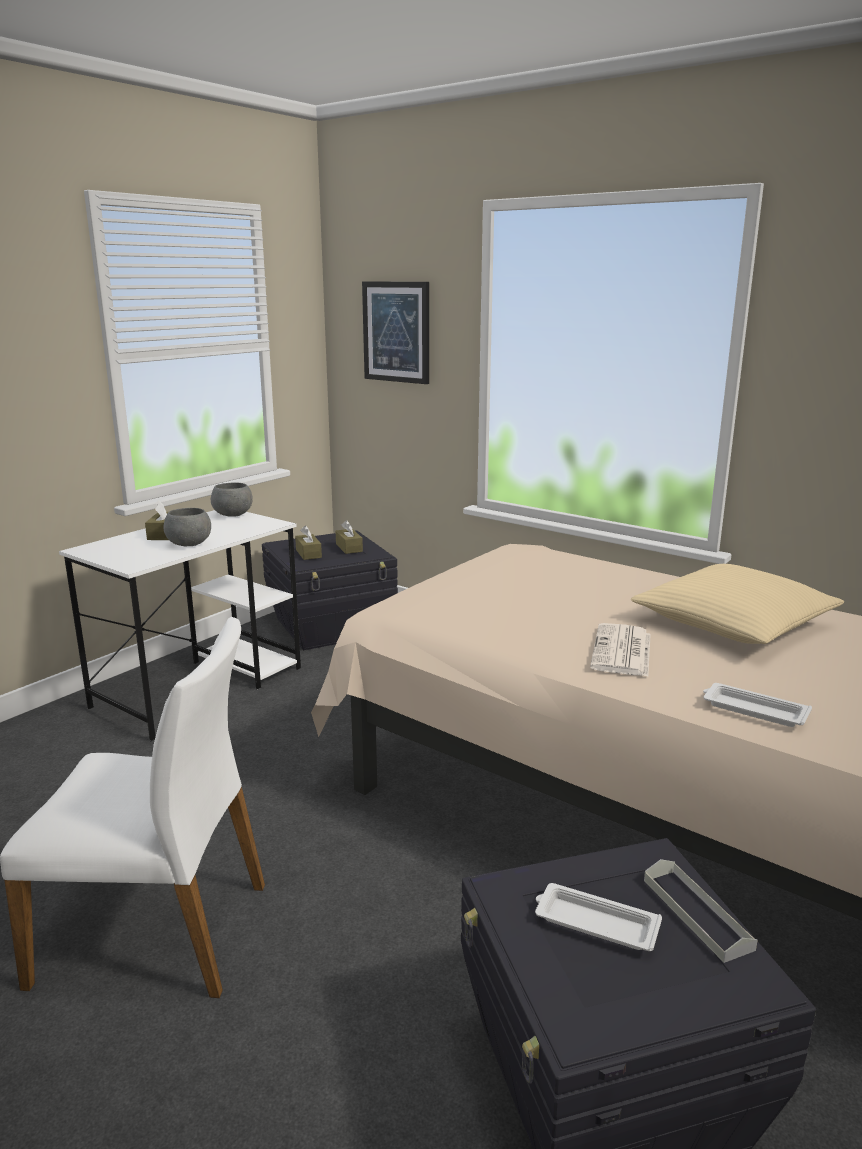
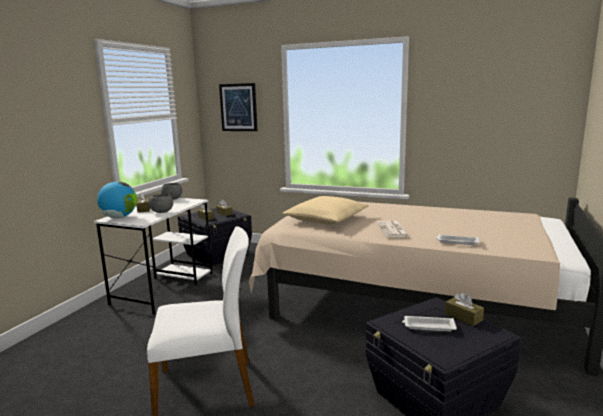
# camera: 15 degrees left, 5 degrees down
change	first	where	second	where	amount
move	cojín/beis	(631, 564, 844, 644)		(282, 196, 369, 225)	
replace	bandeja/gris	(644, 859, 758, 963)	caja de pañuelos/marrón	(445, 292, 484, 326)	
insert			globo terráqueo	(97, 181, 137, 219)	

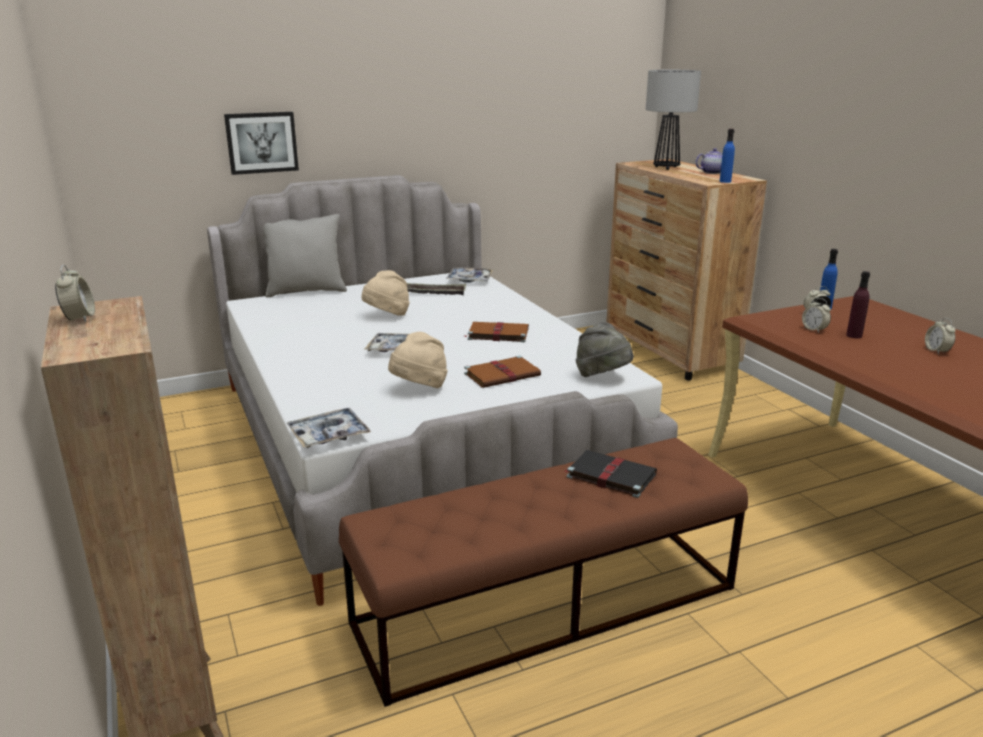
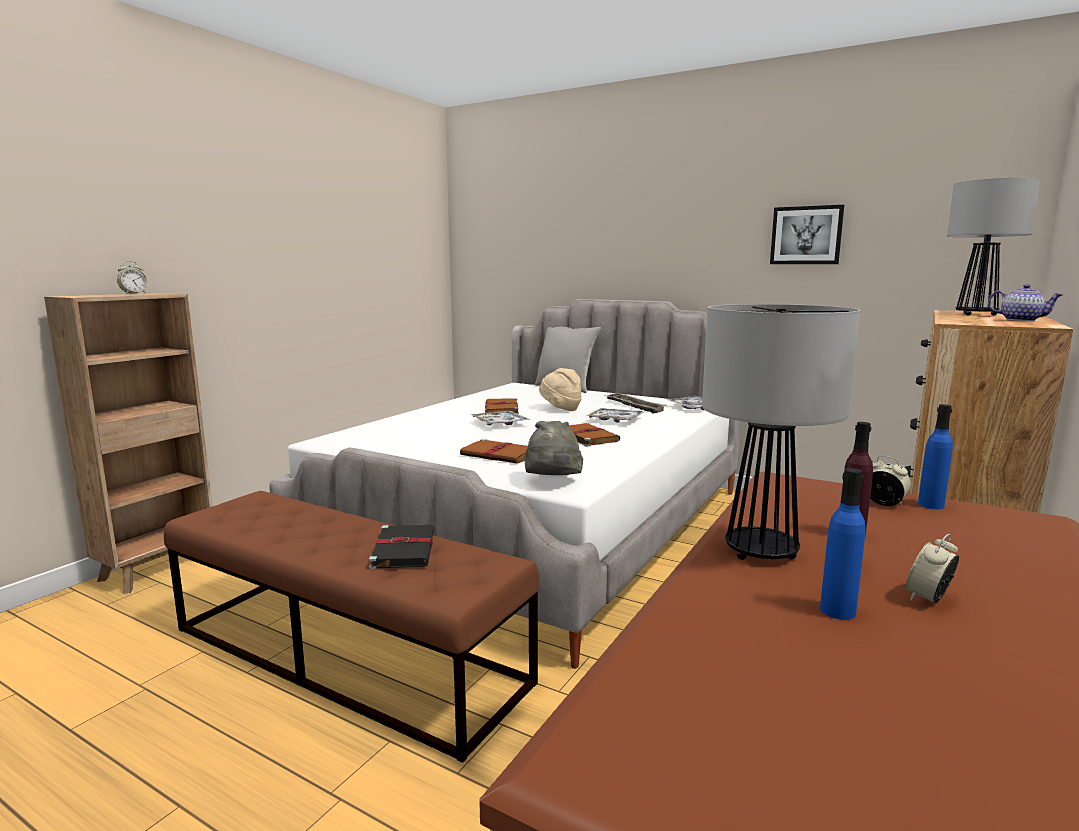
# camera: 55 degrees right, 10 degrees down
change	first	where	second	where	amount
move	cuadro	(224, 112, 299, 175)		(770, 205, 844, 264)	
move	bandeja	(287, 408, 371, 448)		(586, 408, 644, 423)	
delete	sombrero/beis	(388, 332, 448, 388)			
move	botella/azul	(720, 129, 735, 183)		(820, 468, 865, 620)	
delete	despertador	(802, 298, 831, 333)			
insert			libro/marrón	(485, 398, 519, 414)	
insert			lámpara de mesa	(702, 304, 860, 560)	

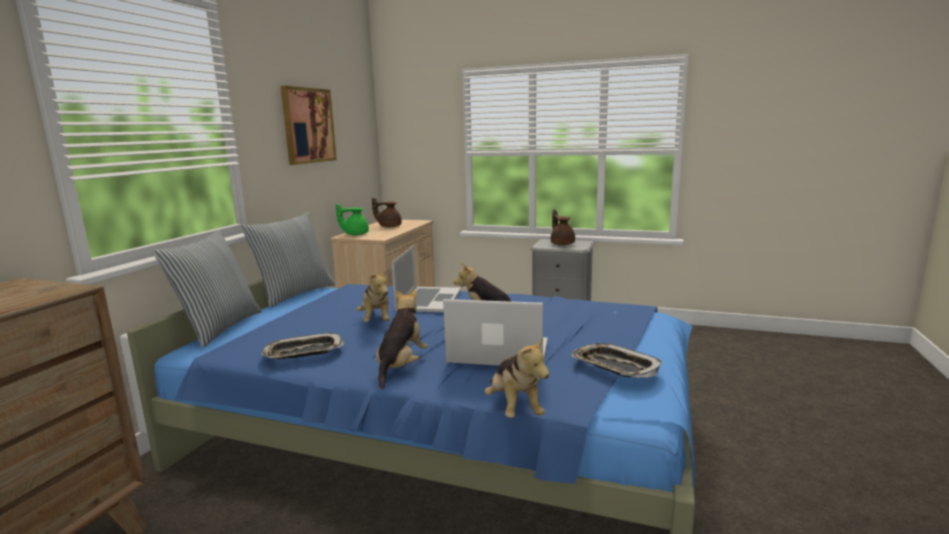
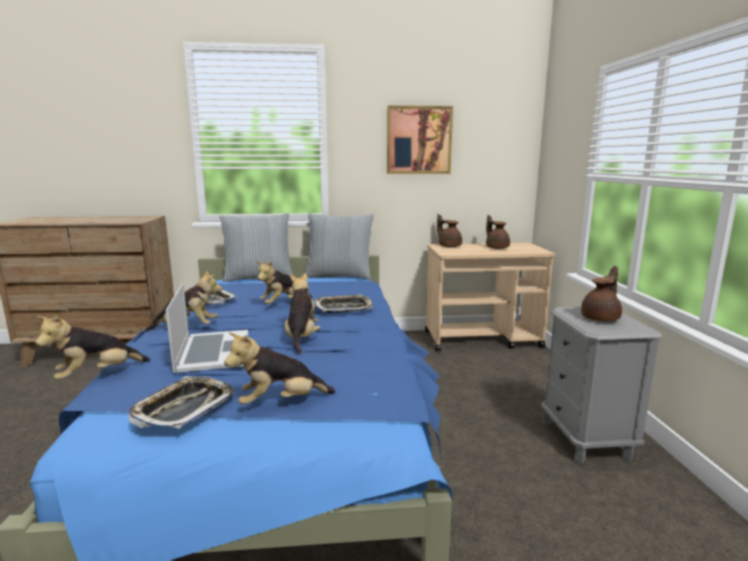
# camera: 65 degrees right, 0 degrees up
change	first	where	second	where	amount
recolor	tetera/verde	(336, 204, 369, 235)	tetera/marrón	(437, 214, 462, 247)	
replace	portátil	(392, 245, 461, 312)	bandeja	(314, 294, 373, 313)	
insert			peluche	(224, 332, 335, 405)	

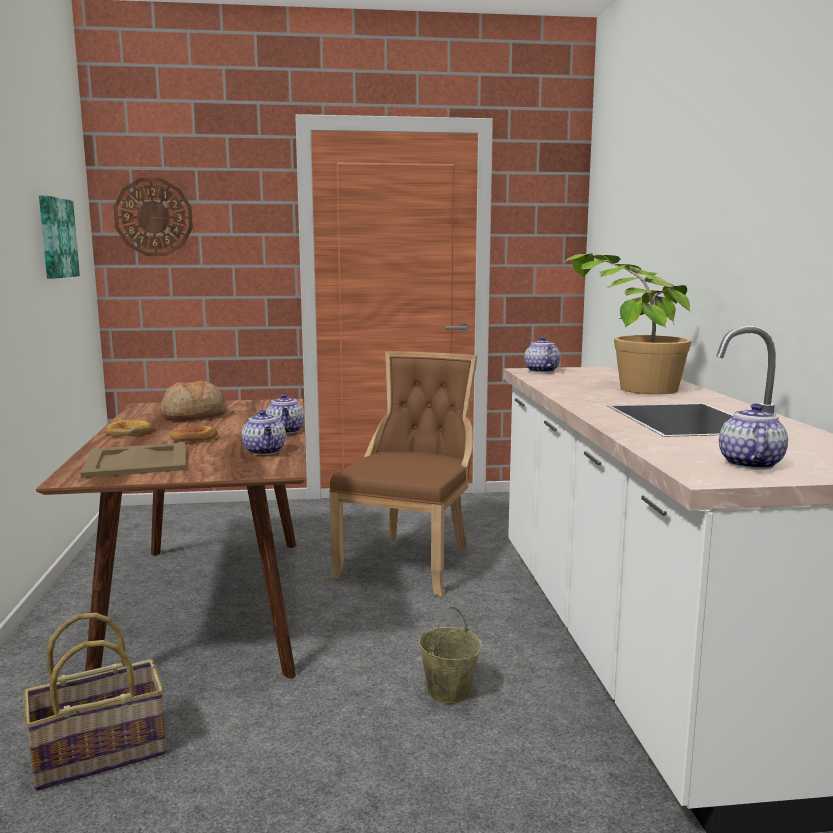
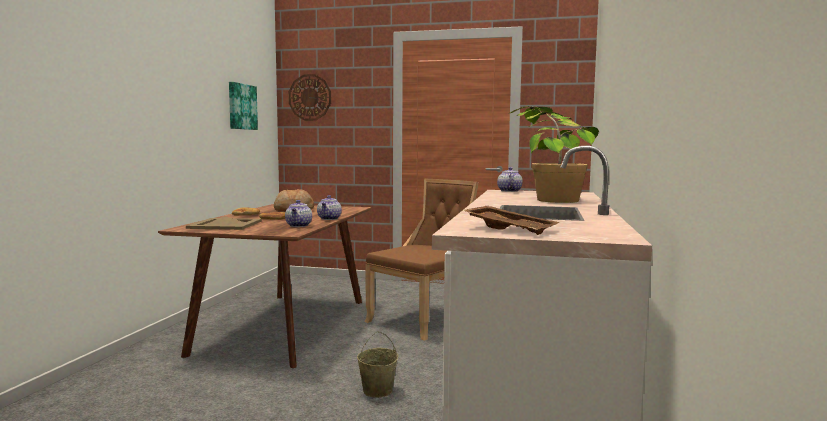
# camera: 20 degrees right, 5 degrees down
change	first	where	second	where	amount
delete	cesta	(23, 613, 167, 791)			
replace	tetera	(719, 403, 788, 470)	bandeja/marrón	(462, 206, 560, 235)	

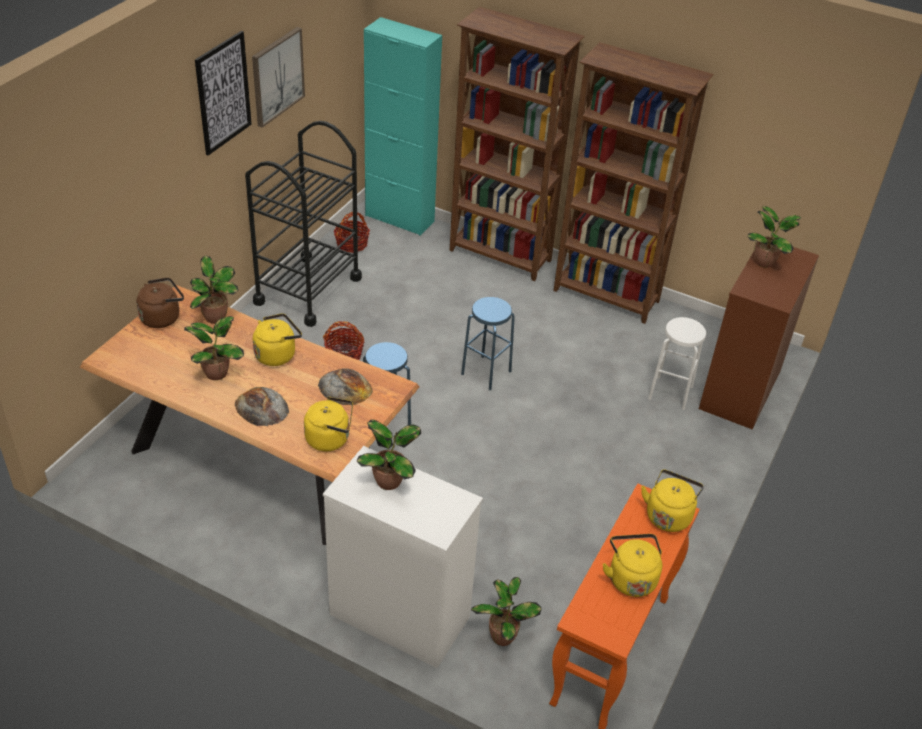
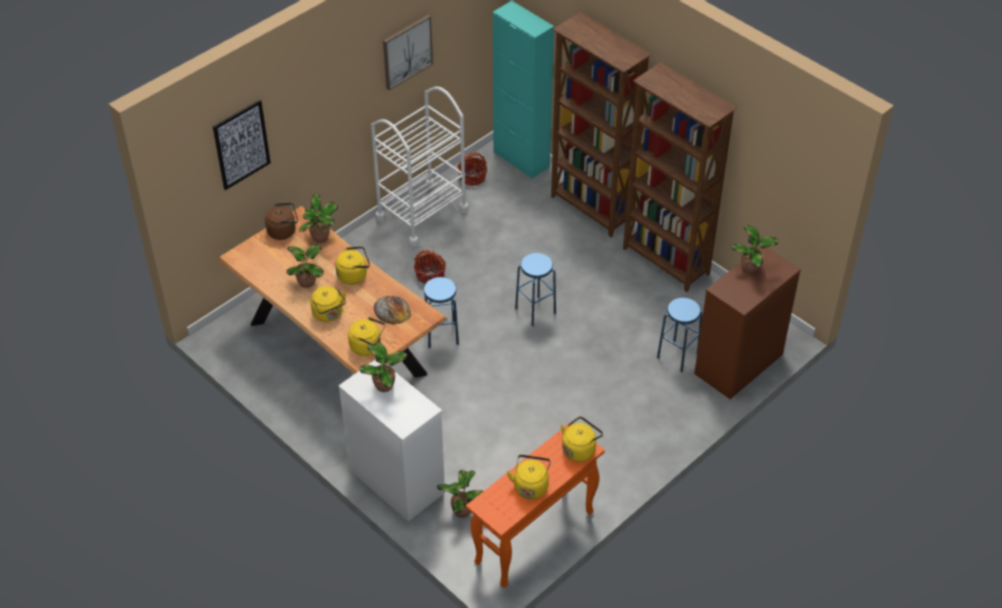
# camera: 20 degrees right, 5 degrees up
change	first	where	second	where	amount
move	cuadro	(195, 31, 252, 156)		(213, 100, 271, 190)	
replace	pan	(235, 387, 289, 426)	hervidor/amarillo	(310, 286, 346, 322)	
recolor	carrito/negro	(245, 121, 362, 327)	carrito/blanco	(371, 87, 469, 247)	
recolor	taburete/blanco	(648, 317, 706, 410)	taburete/azul	(657, 298, 703, 372)	

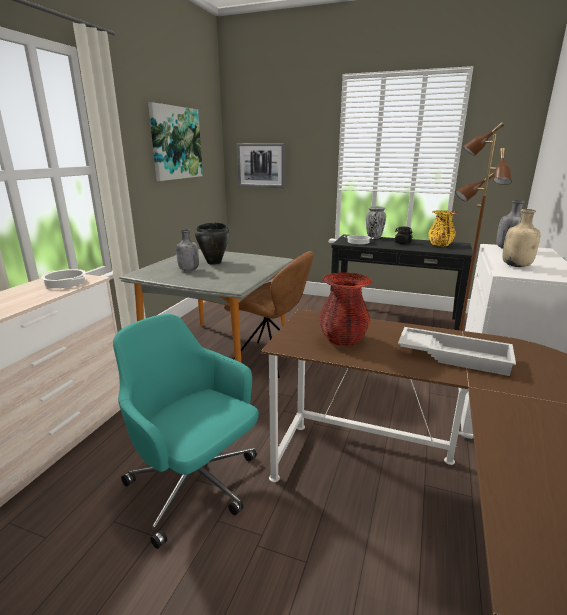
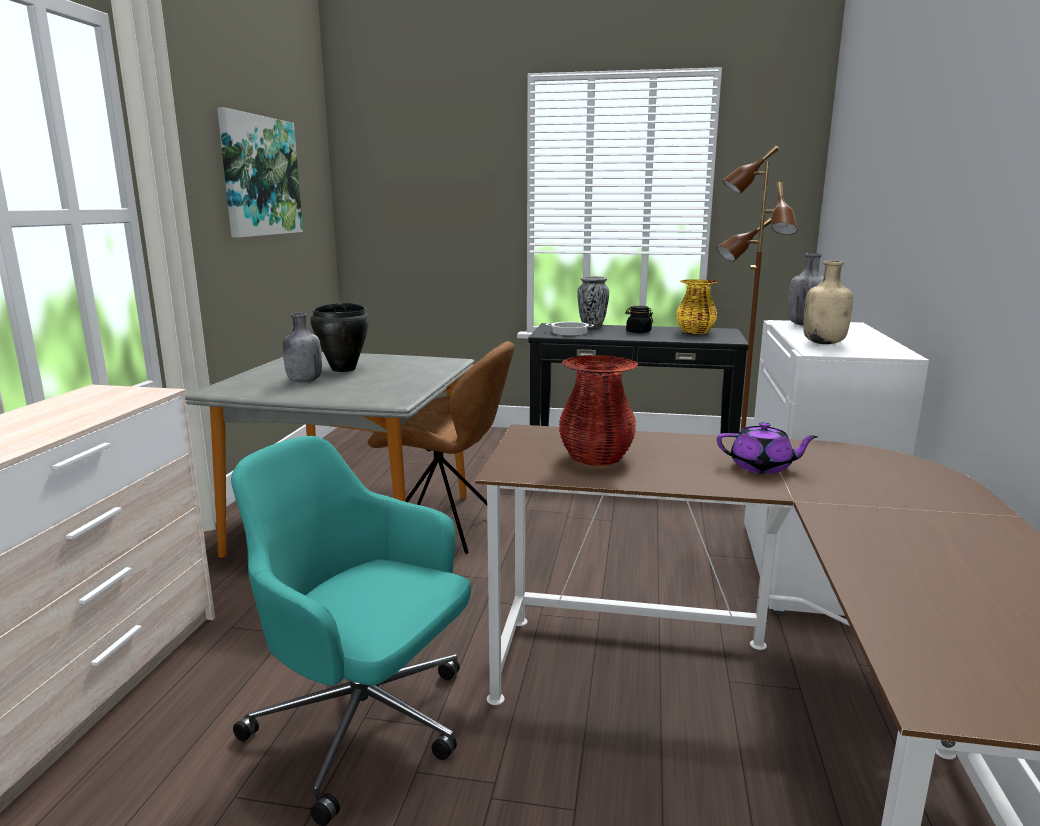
# camera: 10 degrees left, 5 degrees down
change	first	where	second	where	amount
delete	olla	(41, 269, 86, 288)			
delete	cuadro	(237, 143, 285, 188)			
replace	bandeja/blanco	(398, 327, 516, 376)	tetera/morado	(717, 422, 819, 474)	

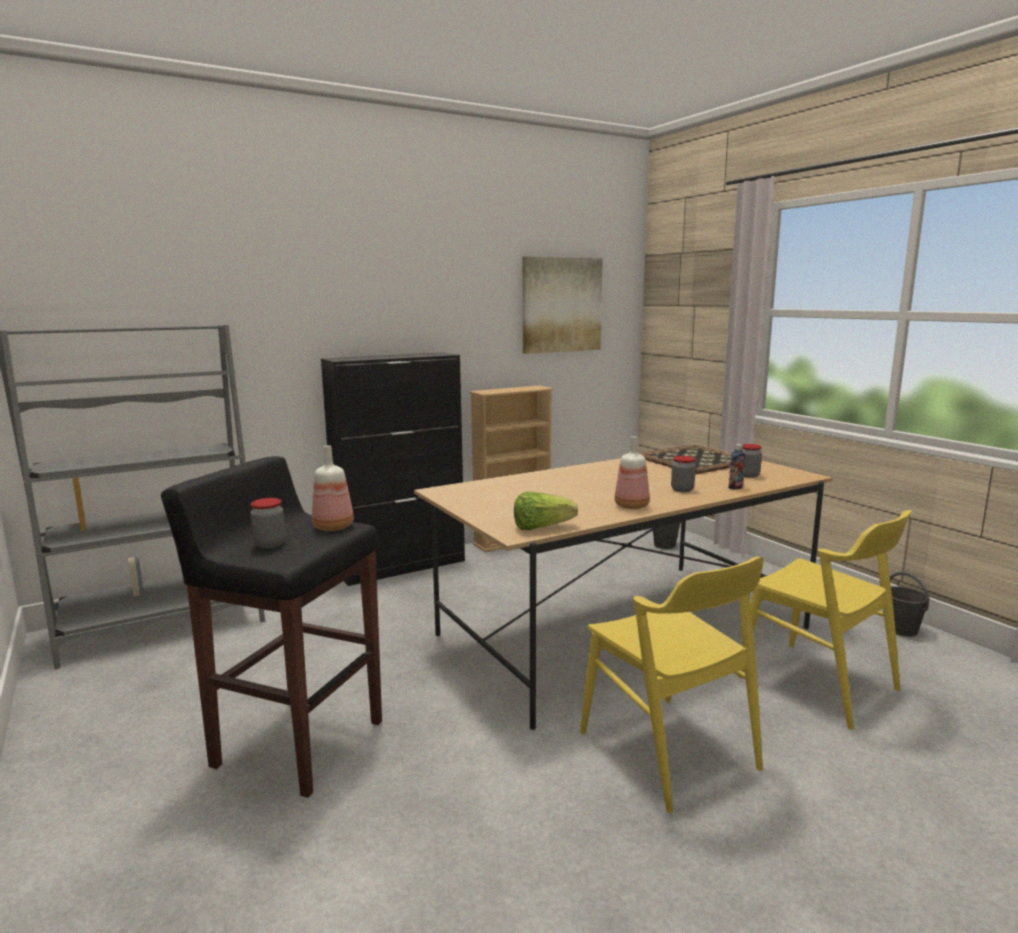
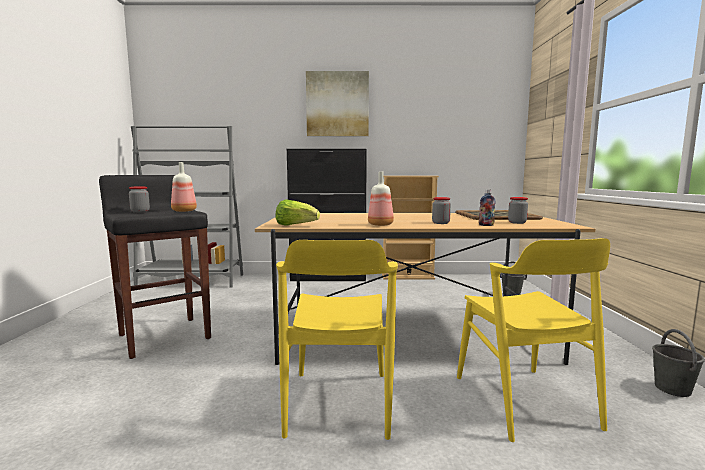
# camera: 30 degrees right, 5 degrees down
change	first	where	second	where	amount
move	cuadro	(523, 256, 603, 354)		(306, 71, 369, 136)	

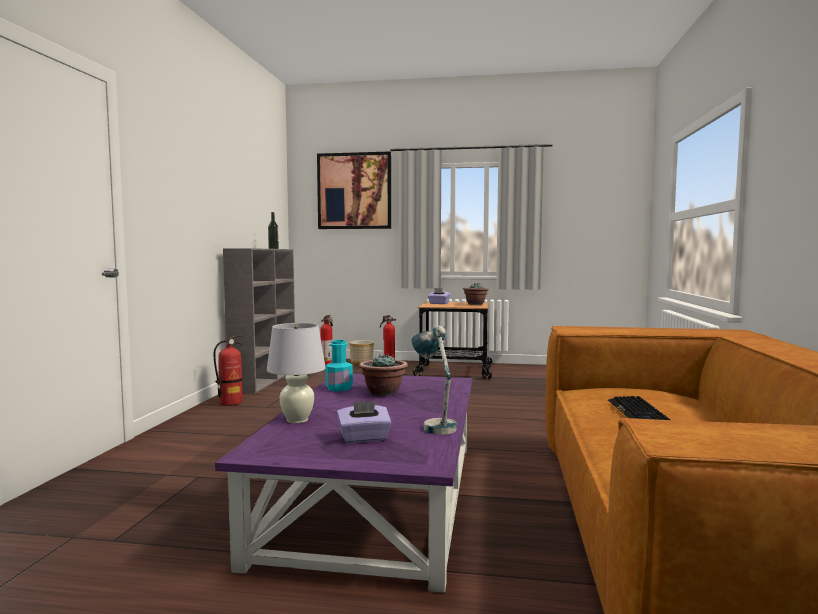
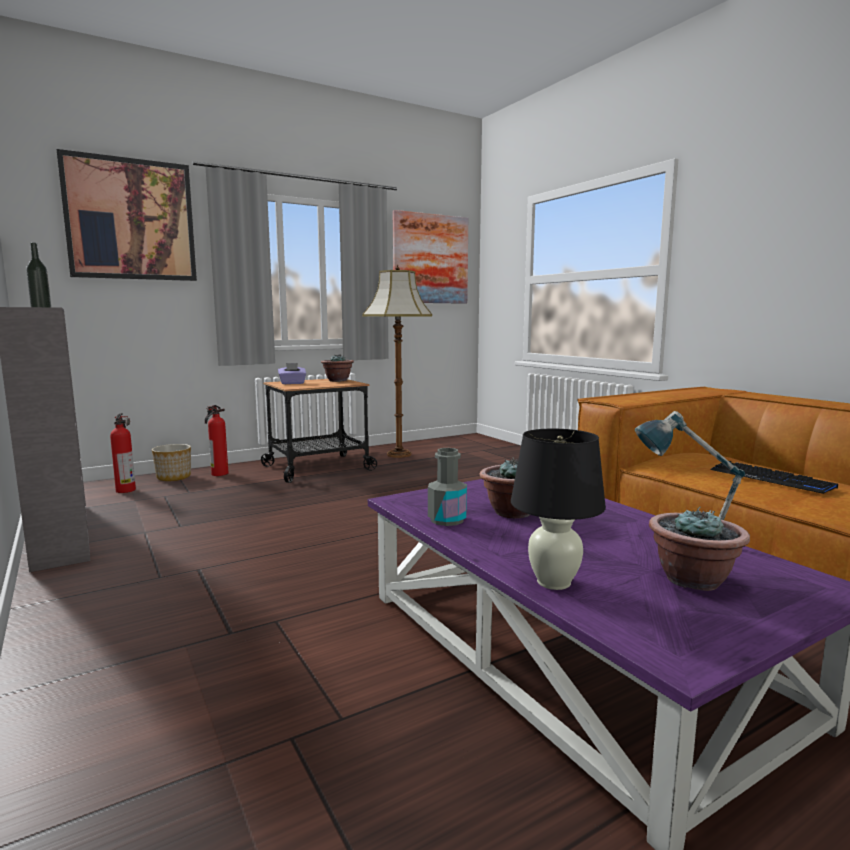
# camera: 40 degrees left, 5 degrees up
change	first	where	second	where	amount
delete	extintor	(214, 335, 244, 406)			
recolor	lámpara de mesa/blanco	(267, 323, 326, 423)	lámpara de mesa/negro	(511, 429, 606, 590)	
recolor	botella/turquesa	(325, 340, 353, 392)	botella/gris	(428, 448, 467, 526)	
replace	caja de pañuelos/morado	(337, 401, 391, 443)	planta en maceta	(649, 507, 750, 591)	
insert			lámpara de pie	(362, 265, 432, 458)	
insert			cuadro	(393, 210, 468, 304)	

